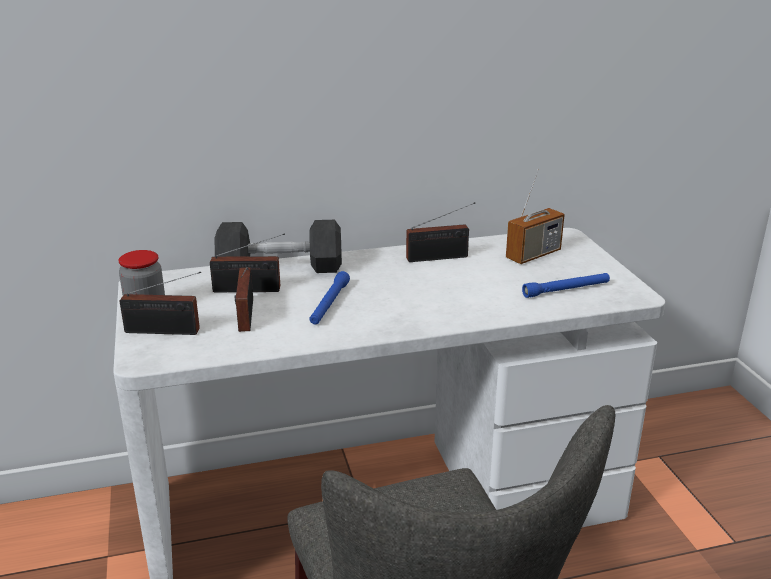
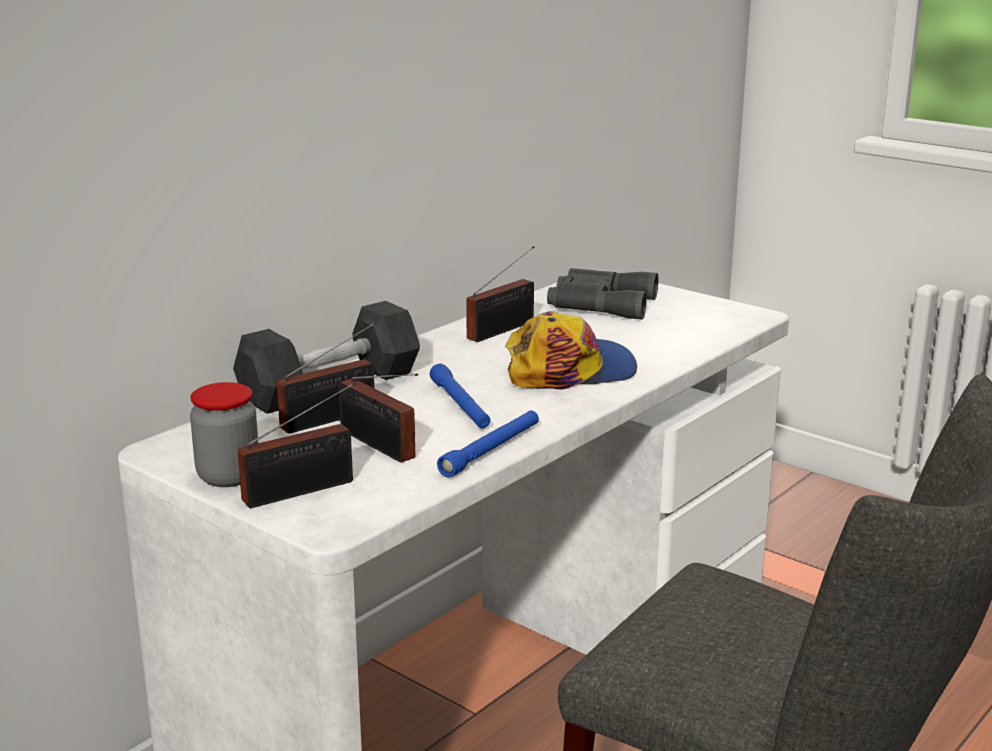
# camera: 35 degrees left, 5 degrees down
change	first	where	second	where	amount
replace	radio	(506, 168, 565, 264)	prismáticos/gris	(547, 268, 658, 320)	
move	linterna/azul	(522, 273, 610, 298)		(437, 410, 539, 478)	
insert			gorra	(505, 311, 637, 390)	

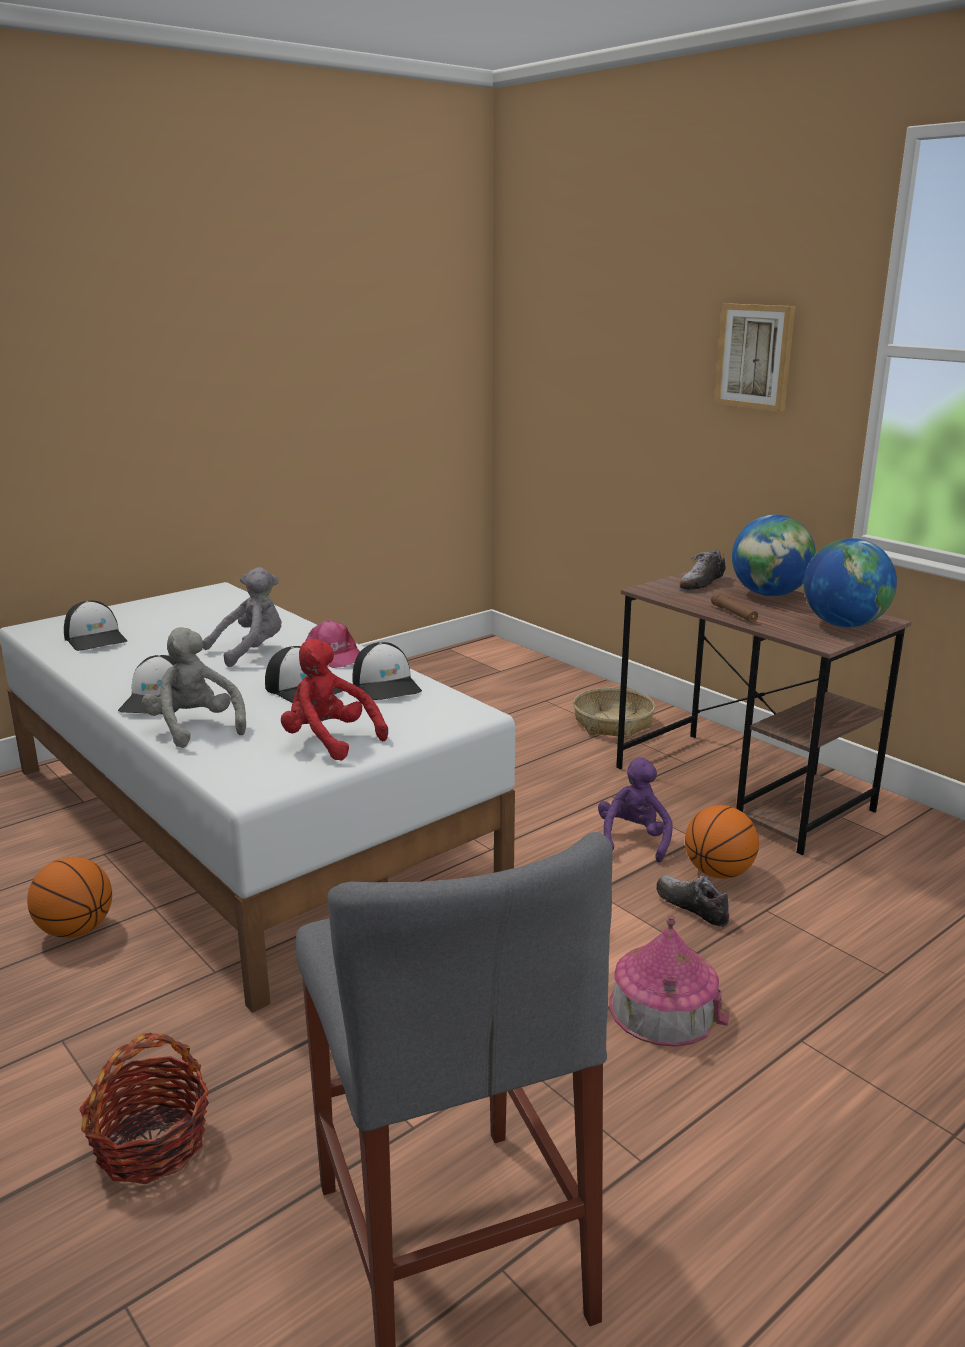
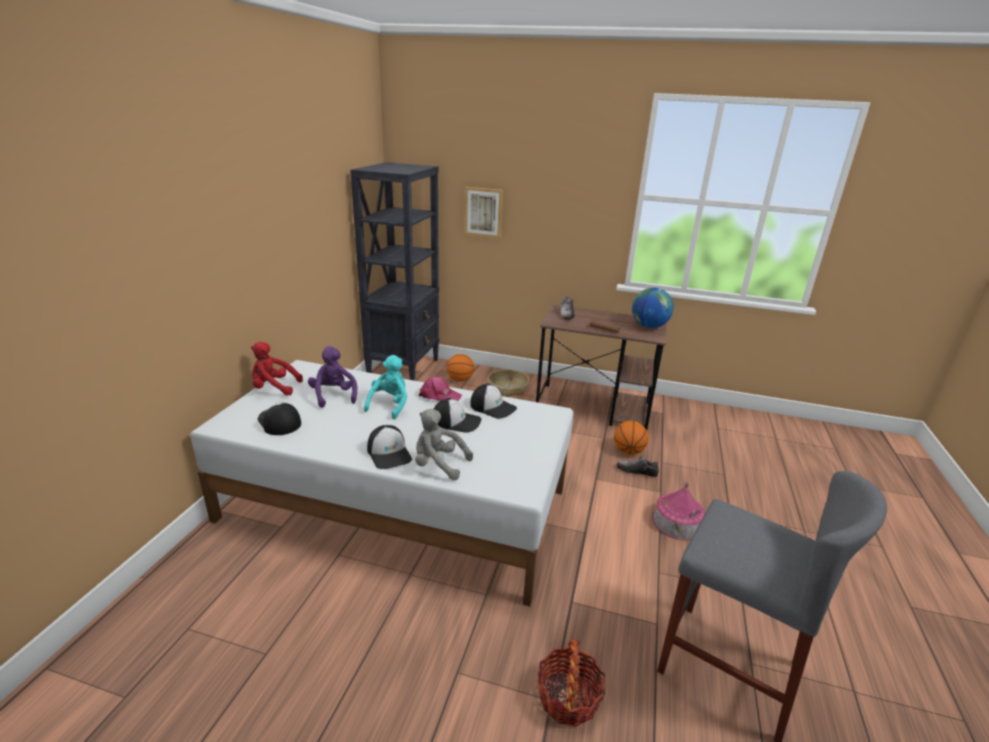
# camera: 35 degrees left, 5 degrees up
change	first	where	second	where	amount
move	balón de baloncesto	(27, 857, 112, 938)		(447, 354, 474, 381)	
rotate	gorra	(64, 601, 127, 651)		(258, 403, 301, 435)	150 degrees counterclockwise
recolor	peluche/gris	(203, 567, 282, 667)	peluche/turquesa	(364, 355, 407, 419)	
move	peluche/rojo	(281, 639, 388, 761)		(251, 342, 303, 396)	
move	peluche/morado	(598, 757, 673, 863)		(308, 346, 357, 408)	
move	cuadro	(714, 303, 795, 412)		(464, 187, 503, 238)	
delete	globo terráqueo	(732, 515, 816, 596)			
insert			estantería/negro	(350, 162, 439, 381)	

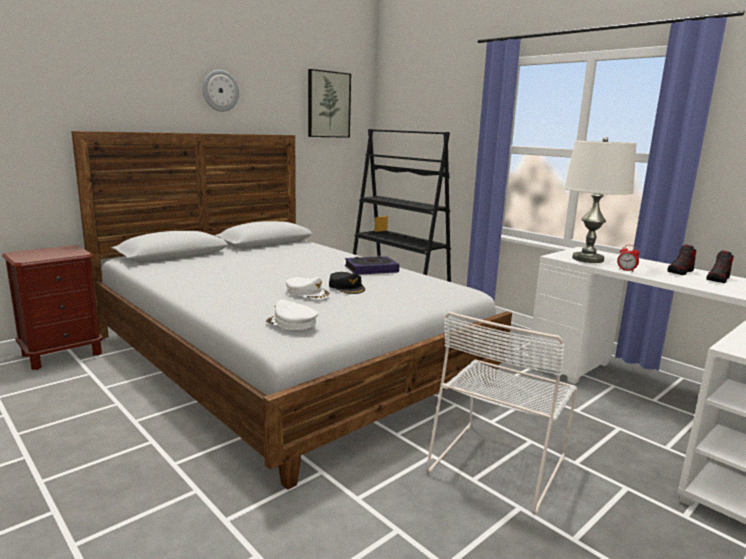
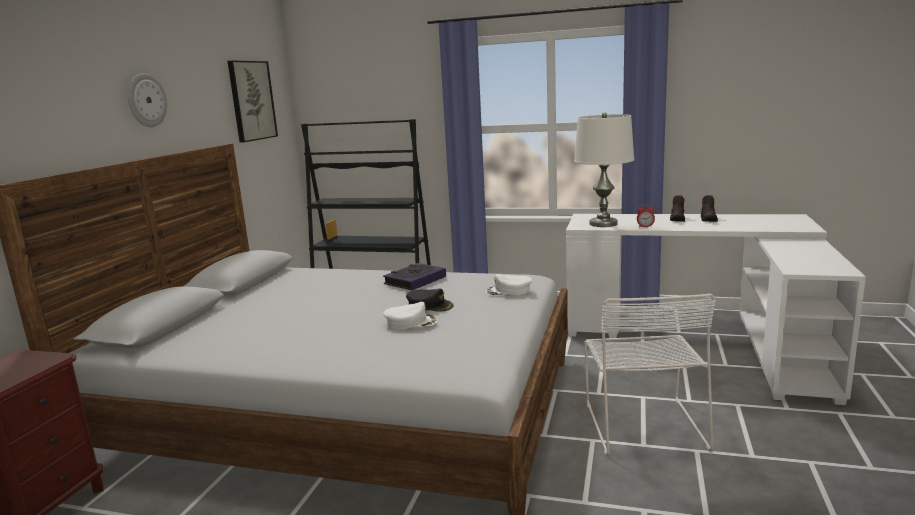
# camera: 30 degrees left, 0 degrees up
change	first	where	second	where	amount
move	gorra/blanco	(266, 300, 319, 330)		(486, 274, 532, 295)	

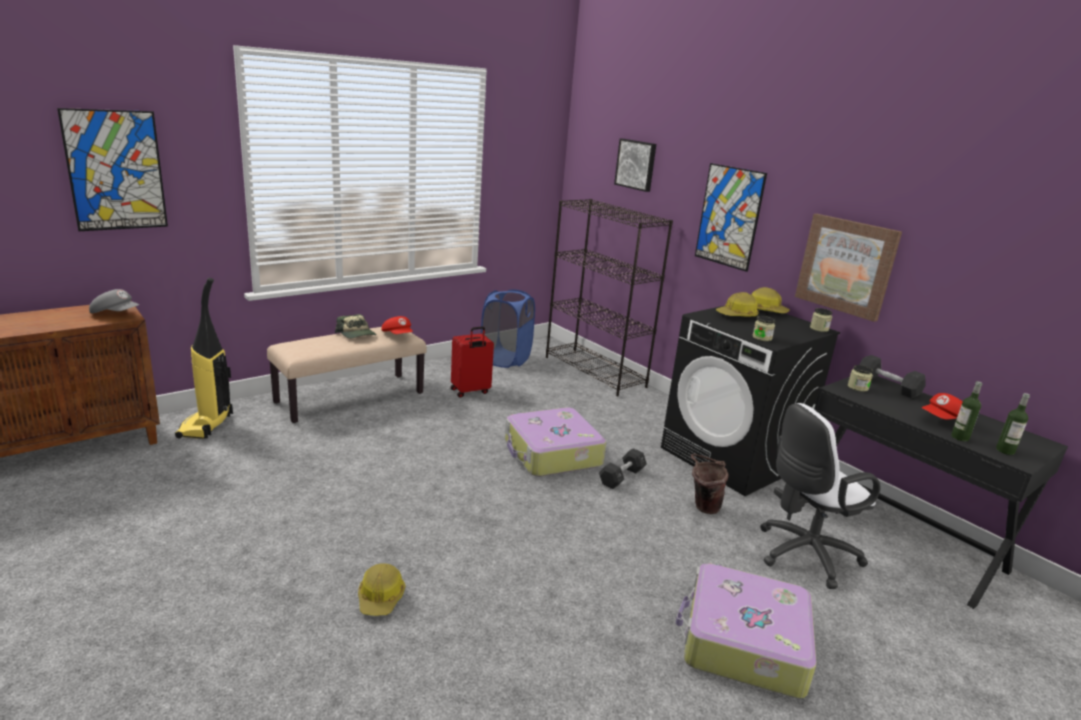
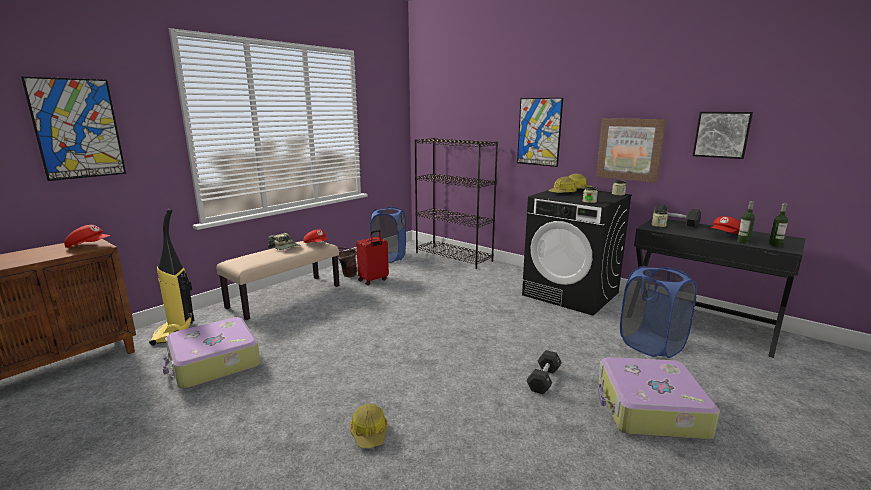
# camera: 10 degrees left, 5 degrees down
change	first	where	second	where	amount
recolor	gorra/gris	(89, 289, 140, 313)	gorra/rojo	(64, 225, 111, 248)	
move	maleta	(505, 407, 606, 477)		(163, 317, 260, 389)	
move	mancuerna/negro	(599, 448, 647, 489)		(526, 350, 562, 394)	
move	cuadro	(614, 139, 656, 192)		(693, 112, 753, 159)	
move	cubo/marrón	(691, 454, 729, 514)		(338, 247, 357, 277)	
replace	silla de oficina/blanco	(760, 403, 880, 589)	cesto de la ropa/azul	(620, 266, 697, 358)	

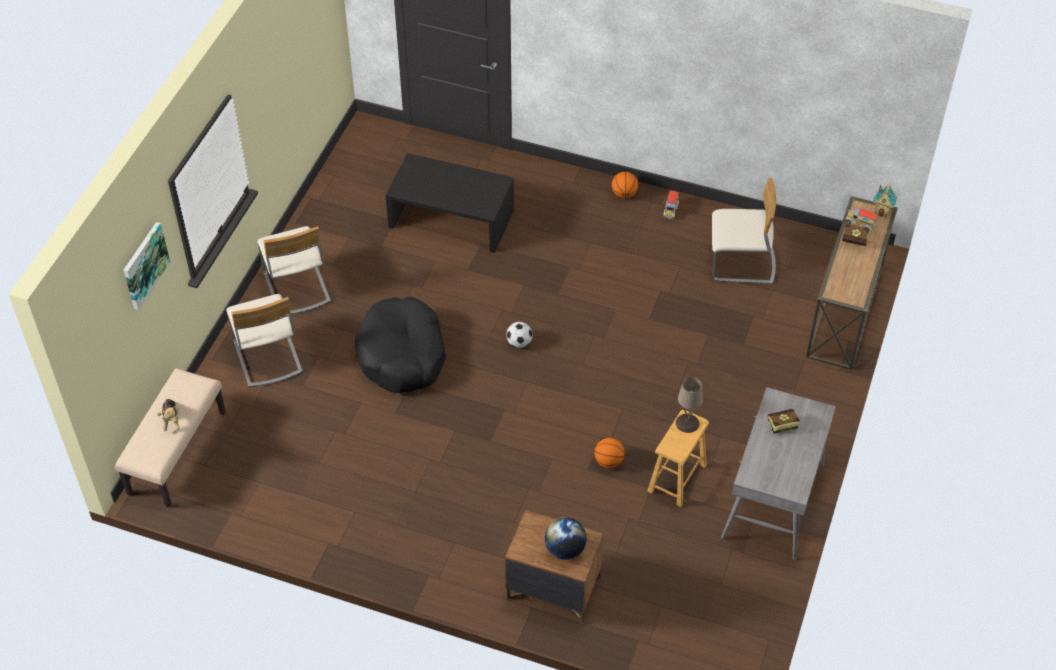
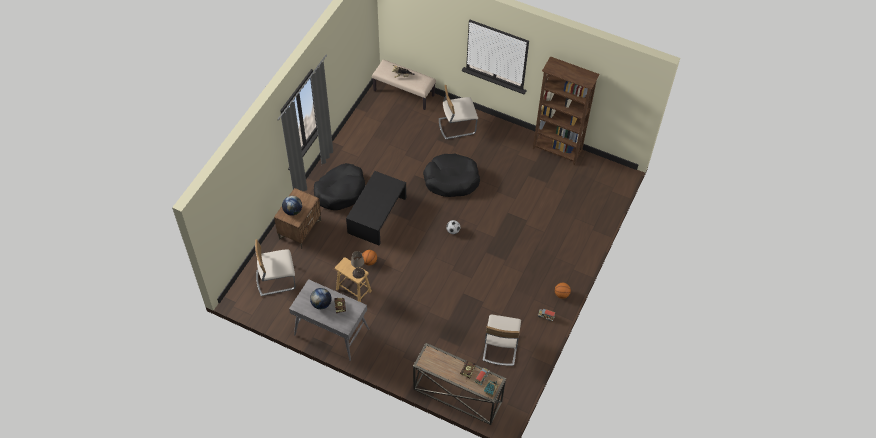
# camera: 95 degrees right, 5 degrees up
change	first	where	second	where	amount
delete	cuadro	(123, 222, 170, 310)			
move	silla/beis	(257, 226, 331, 314)		(255, 239, 296, 296)	
move	mesa de centro/negro	(385, 153, 514, 253)		(346, 171, 406, 245)	
insert			globo terráqueo	(310, 288, 332, 309)	
insert			cama para perro/negro	(314, 163, 365, 210)	
insert			estantería/marrón	(533, 56, 600, 165)	

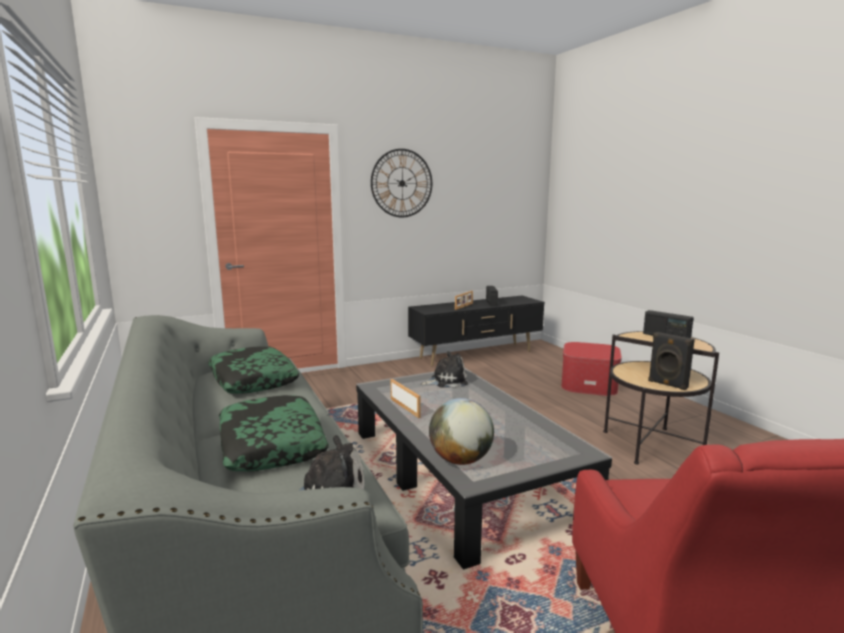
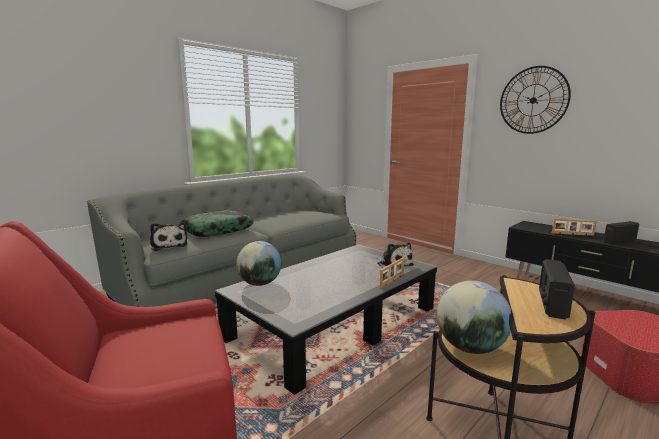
# camera: 70 degrees right, 0 degrees up
change	first	where	second	where	amount
delete	cojín	(208, 346, 300, 394)			
move	portarretratos	(391, 379, 421, 418)		(380, 257, 405, 288)	
replace	altavoz/negro	(648, 332, 695, 390)	globo terráqueo	(437, 281, 511, 354)	

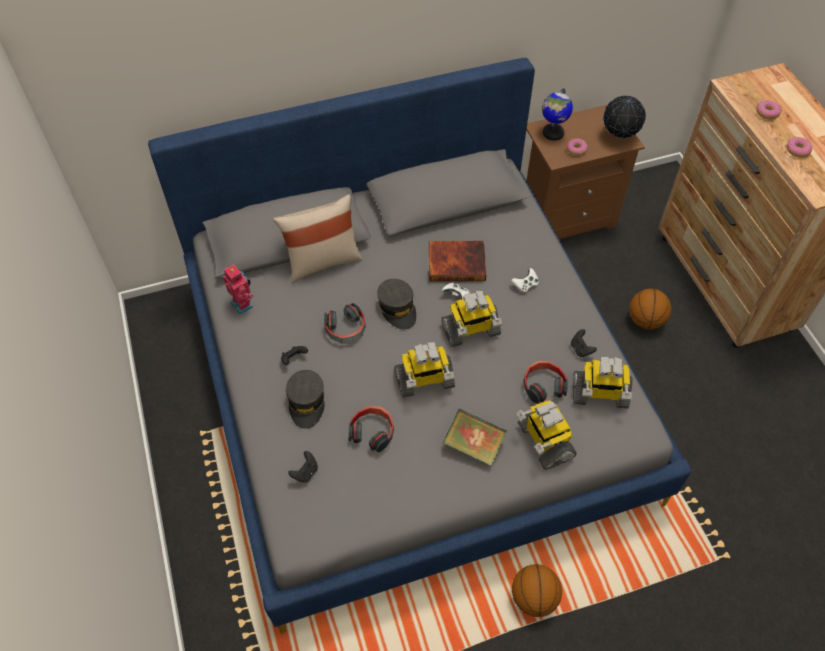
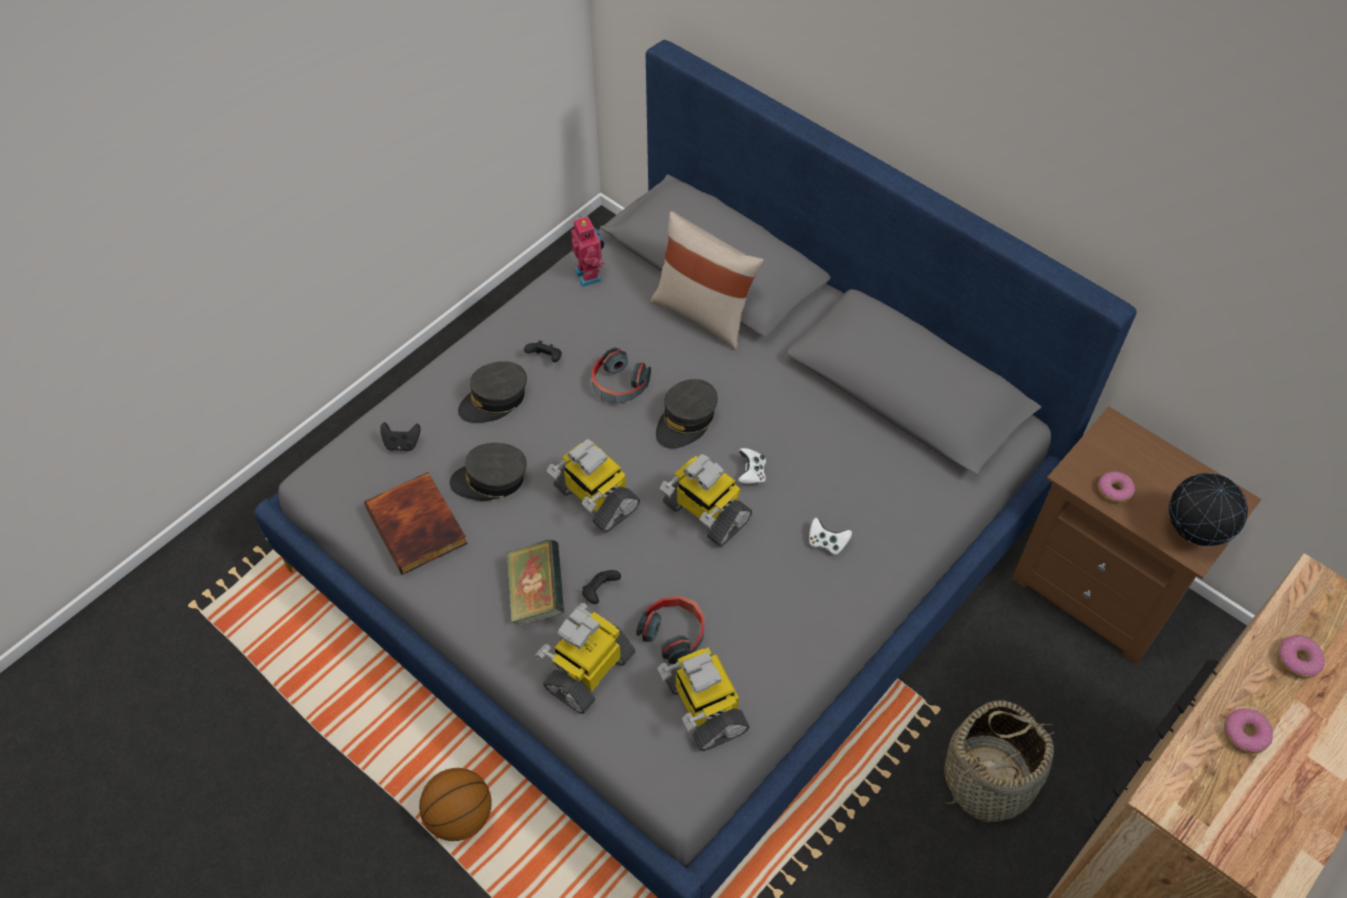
# camera: 60 degrees right, 0 degrees up
change	first	where	second	where	amount
rotate	robot de juguete	(223, 265, 253, 315)		(571, 215, 604, 287)	45 degrees counterclockwise
replace	auriculares	(349, 406, 394, 452)	gorra/gris	(450, 443, 527, 501)	
move	libro	(429, 241, 486, 282)		(364, 472, 468, 575)	
delete	globo terráqueo	(542, 88, 573, 141)			
move	mando de consola/negro	(571, 329, 597, 357)		(582, 570, 621, 604)	
replace	balón de baloncesto	(629, 289, 672, 329)	cesta	(944, 700, 1055, 824)	

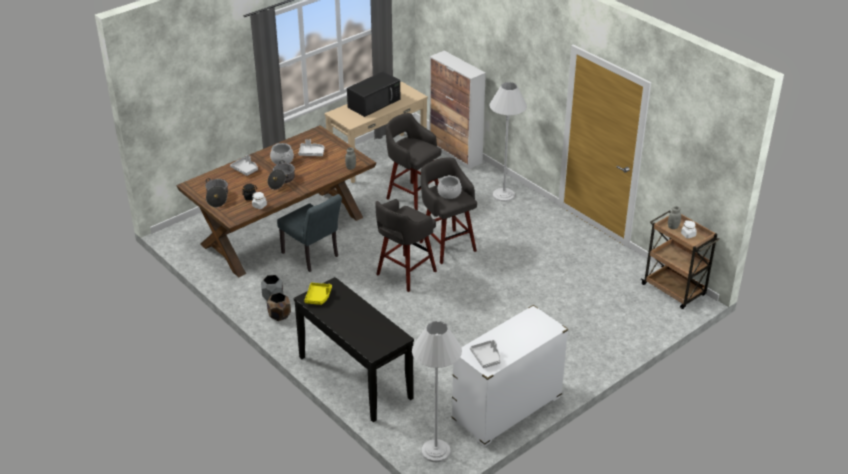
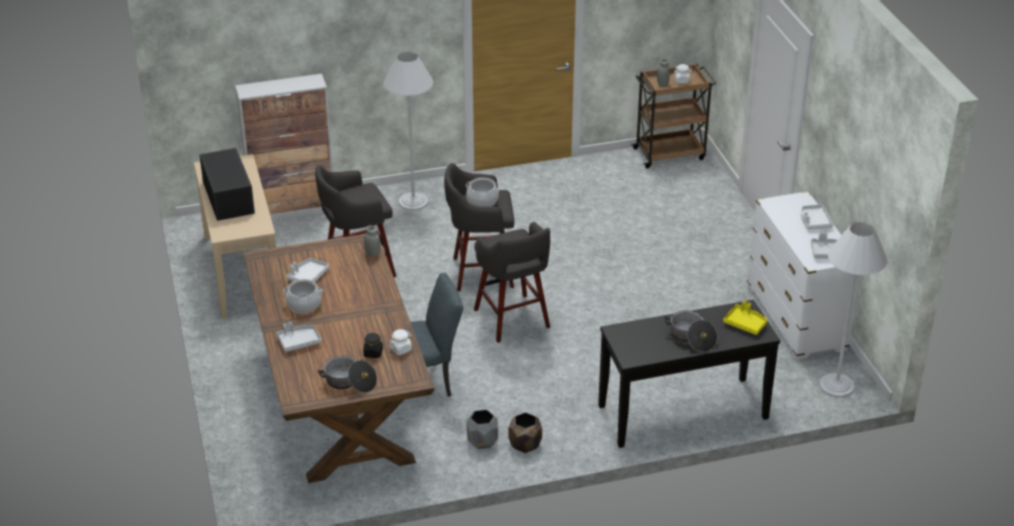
# camera: 65 degrees left, 0 degrees up
change	first	where	second	where	amount
move	olla	(268, 160, 295, 190)		(664, 310, 717, 352)	
move	bandeja/amarillo	(304, 283, 332, 305)		(723, 301, 767, 335)	
insert			bandeja/blanco	(801, 204, 833, 230)	

